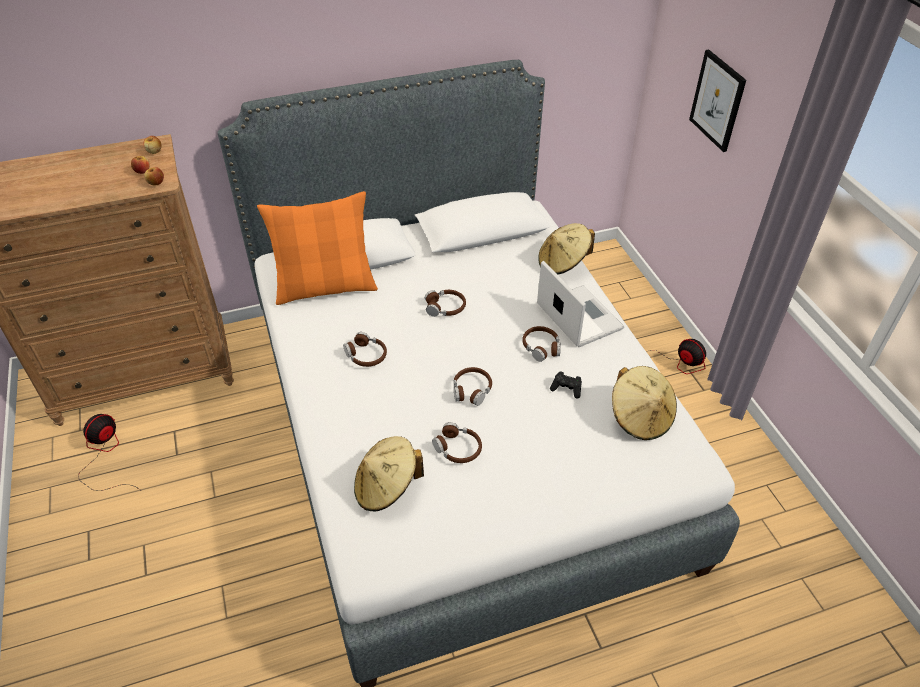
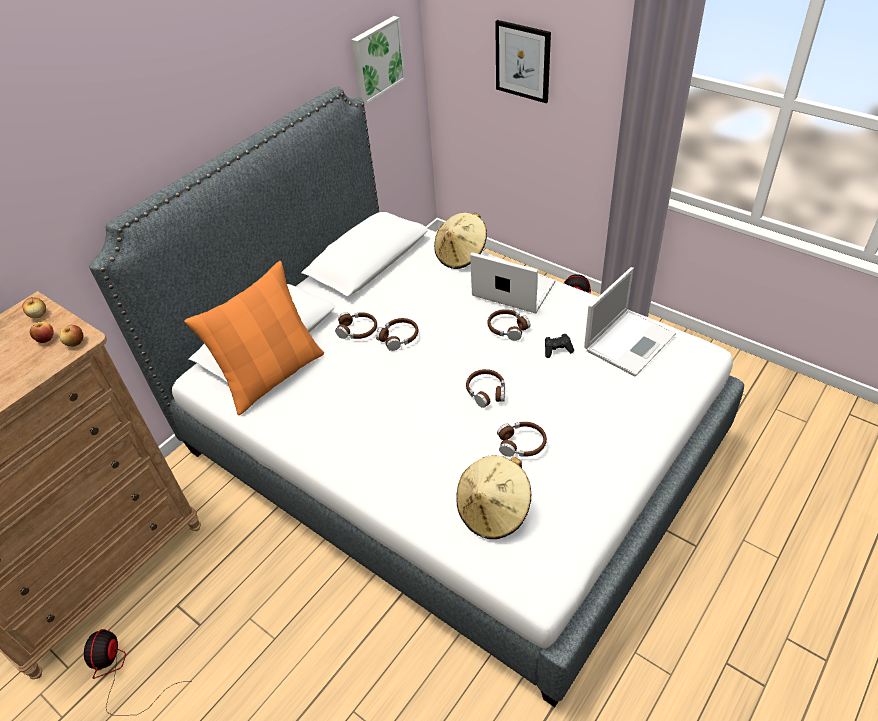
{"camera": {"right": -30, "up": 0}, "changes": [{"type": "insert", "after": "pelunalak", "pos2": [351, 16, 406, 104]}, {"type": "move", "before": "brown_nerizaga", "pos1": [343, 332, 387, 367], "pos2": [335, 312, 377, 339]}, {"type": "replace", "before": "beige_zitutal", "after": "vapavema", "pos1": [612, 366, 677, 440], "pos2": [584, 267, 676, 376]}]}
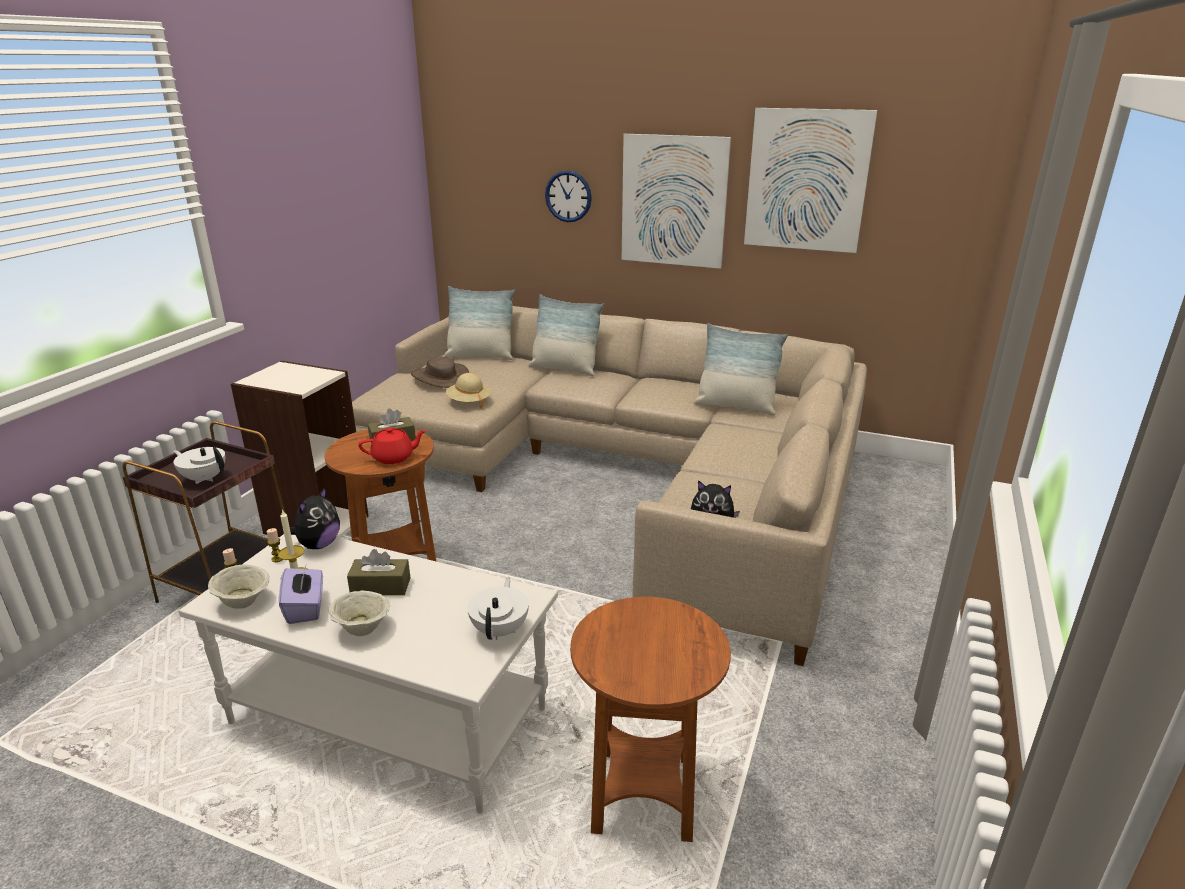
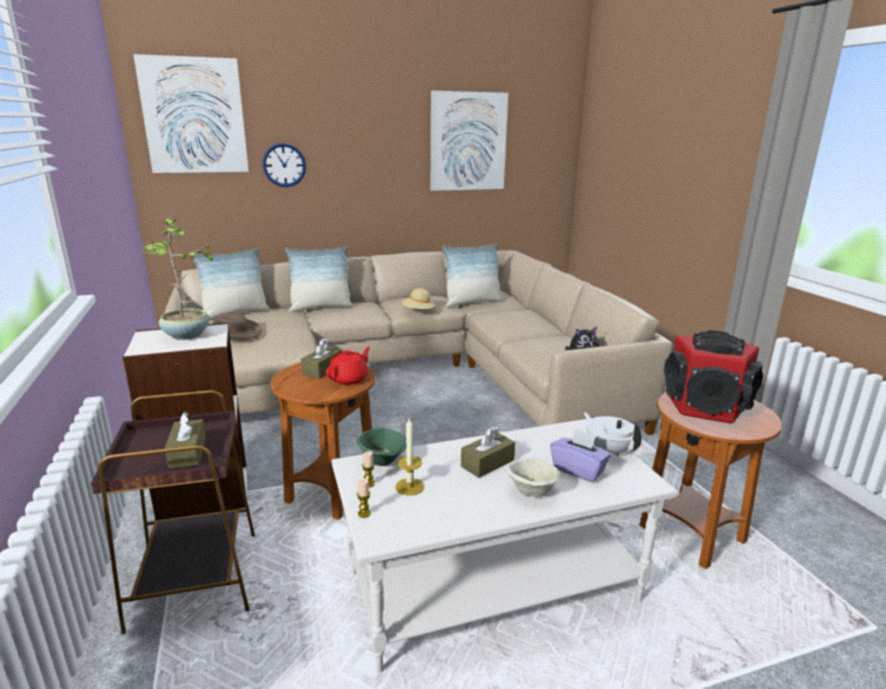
{"camera": {"right": -40, "up": -5}, "changes": [{"type": "delete", "before": "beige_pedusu", "pos1": [208, 564, 270, 609]}, {"type": "insert", "after": "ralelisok", "pos2": [144, 218, 213, 340]}, {"type": "insert", "after": "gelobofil", "pos2": [664, 330, 763, 424]}, {"type": "move", "before": "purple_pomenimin", "pos1": [279, 566, 323, 624], "pos2": [550, 428, 611, 482]}, {"type": "move", "before": "beige_zitutal", "pos1": [446, 373, 491, 409], "pos2": [401, 288, 436, 313]}, {"type": "move", "before": "pelunalak", "pos1": [622, 134, 731, 269], "pos2": [133, 54, 249, 173]}, {"type": "replace", "before": "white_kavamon", "after": "brown_pomenimin", "pos1": [174, 447, 225, 484], "pos2": [165, 412, 206, 468]}, {"type": "replace", "before": "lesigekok", "after": "green_pedusu", "pos1": [290, 486, 340, 549], "pos2": [357, 428, 406, 466]}]}
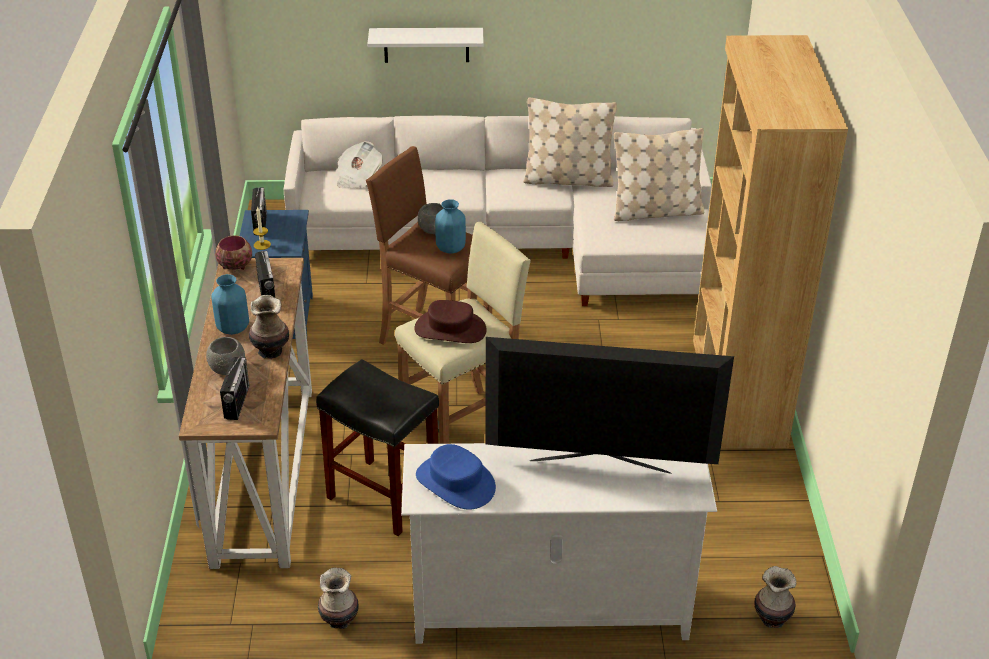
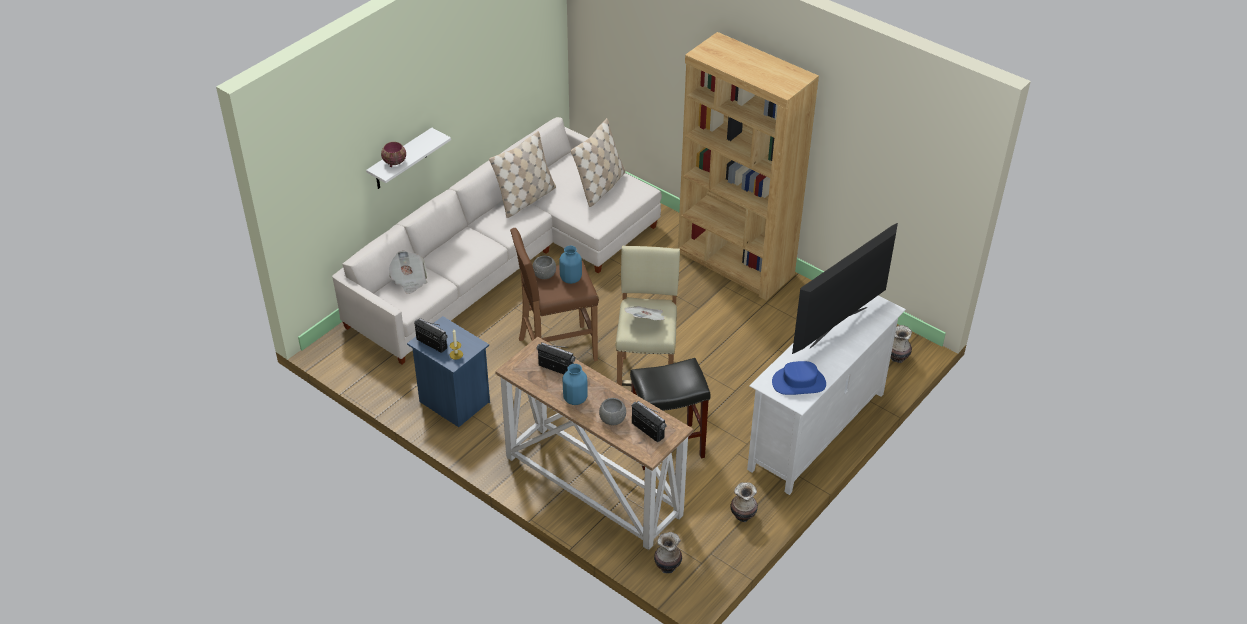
{"camera": {"right": -50, "up": 5}, "changes": [{"type": "move", "before": "pedusu", "pos1": [215, 235, 252, 270], "pos2": [381, 142, 406, 167]}, {"type": "move", "before": "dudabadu", "pos1": [249, 295, 289, 358], "pos2": [654, 532, 682, 573]}, {"type": "replace", "before": "brown_zitutal", "after": "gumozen", "pos1": [414, 300, 487, 343], "pos2": [624, 306, 665, 320]}]}
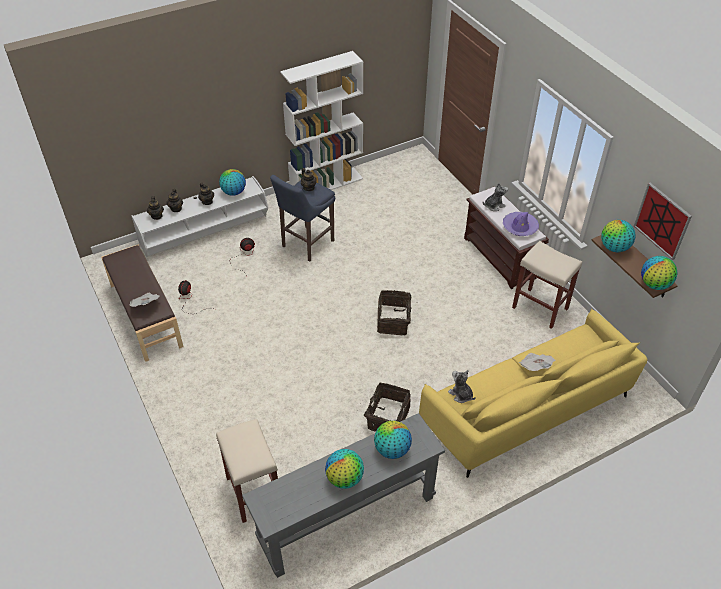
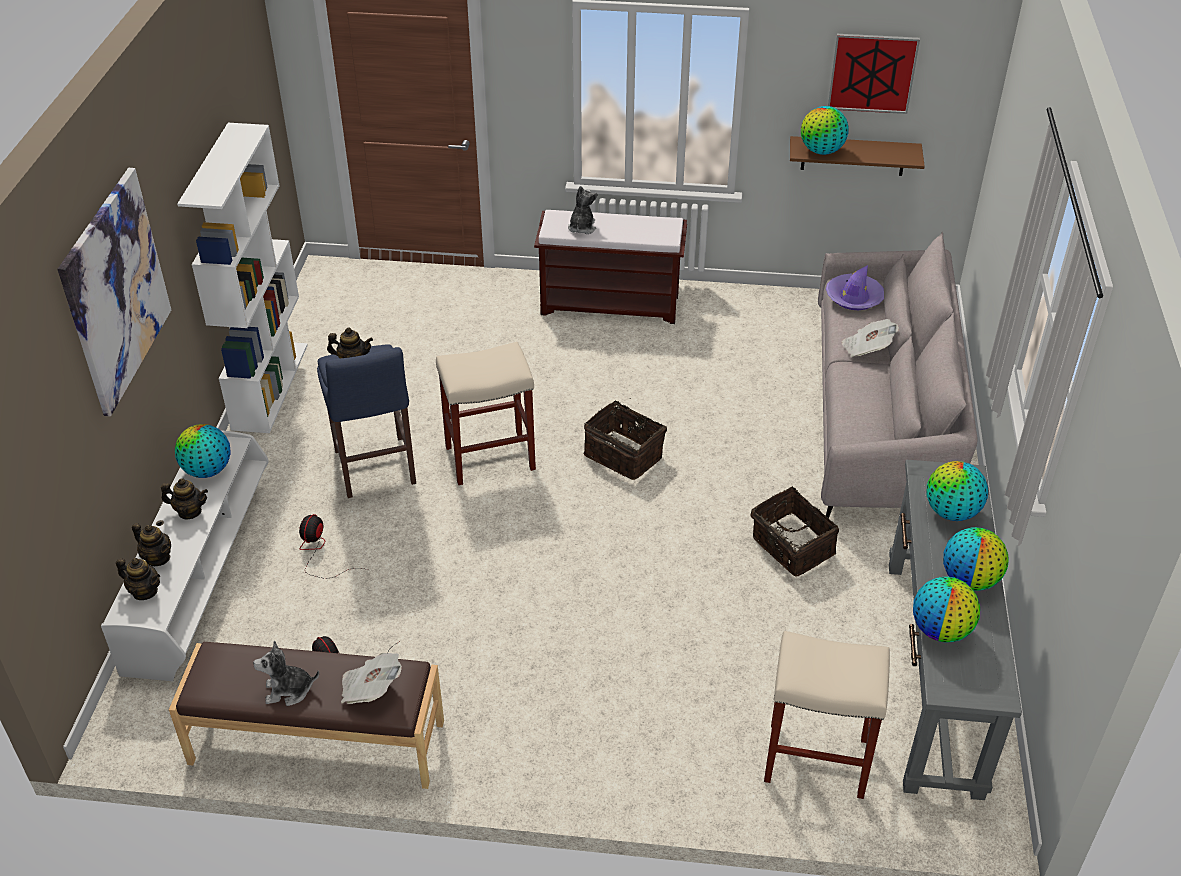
{"camera": {"right": -55, "up": -5}, "changes": [{"type": "insert", "after": "pelunalak", "pos2": [58, 168, 171, 416]}, {"type": "move", "before": "lesigekok", "pos1": [448, 370, 476, 403], "pos2": [253, 641, 319, 706]}, {"type": "move", "before": "purple_zitutal", "pos1": [503, 212, 539, 236], "pos2": [826, 265, 884, 310]}, {"type": "move", "before": "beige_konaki", "pos1": [512, 241, 582, 329], "pos2": [436, 342, 536, 485]}, {"type": "move", "before": "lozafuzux", "pos1": [641, 256, 678, 290], "pos2": [913, 577, 980, 642]}, {"type": "recolor", "before": "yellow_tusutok", "after": "grey_tusutok", "pos1": [419, 309, 647, 478], "pos2": [818, 232, 978, 518]}]}
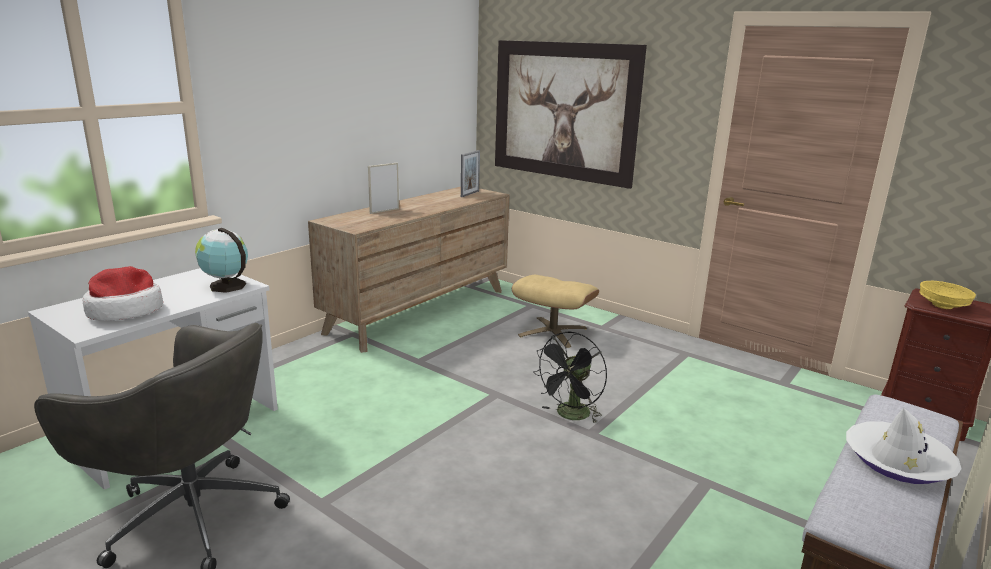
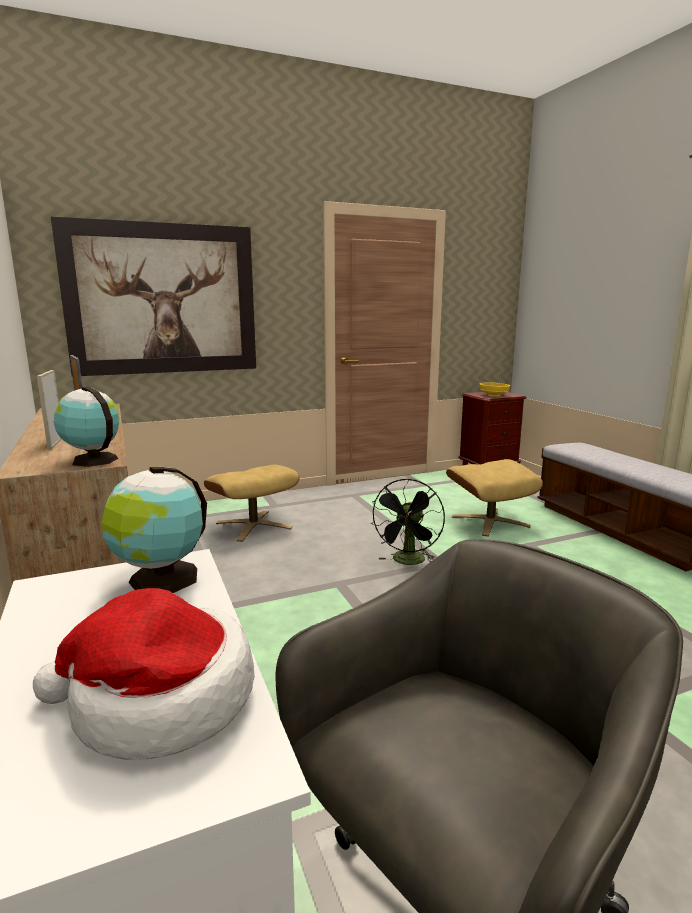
{"camera": {"right": -60, "up": -5}, "changes": [{"type": "delete", "before": "white_zitutal", "pos1": [846, 408, 962, 484]}, {"type": "insert", "after": "lozafuzux", "pos2": [54, 386, 119, 467]}, {"type": "insert", "after": "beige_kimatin", "pos2": [446, 459, 543, 537]}, {"type": "rotate", "before": "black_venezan", "pos1": [533, 332, 607, 423], "pos2": [370, 479, 445, 565], "turn": 45}]}
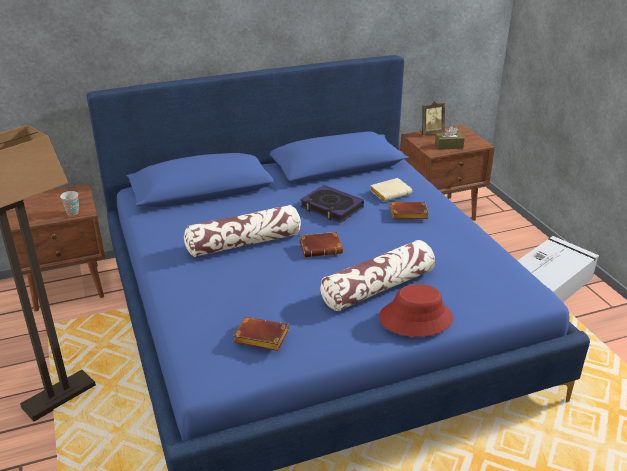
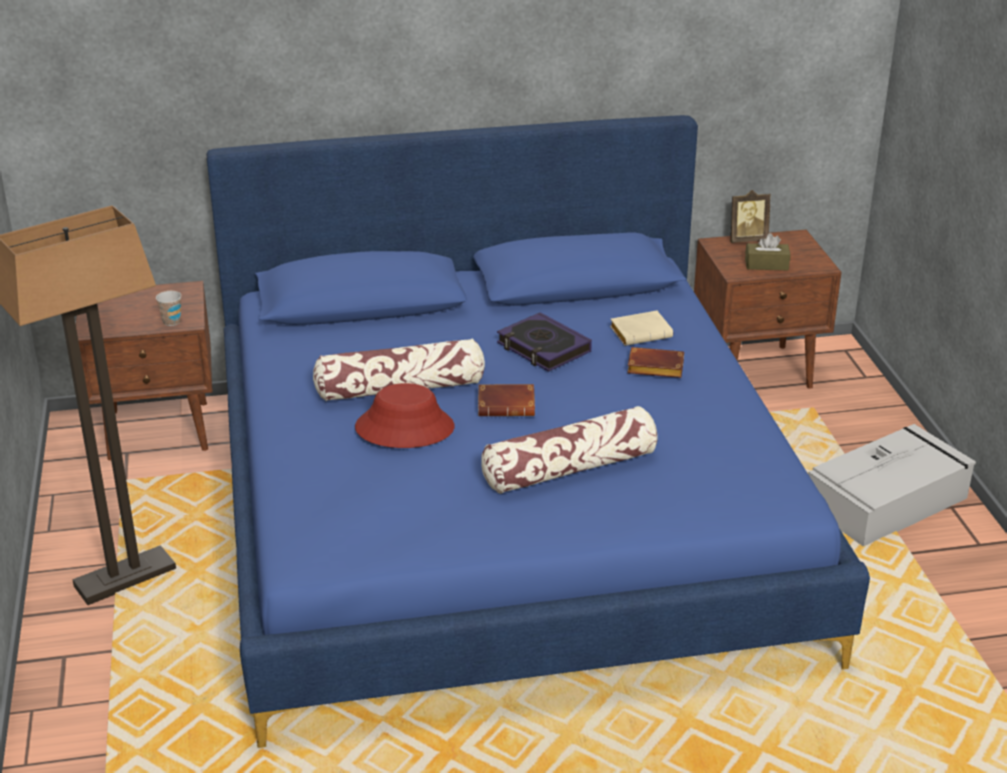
{"camera": {"right": 10, "up": 0}, "changes": [{"type": "delete", "before": "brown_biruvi", "pos1": [234, 317, 289, 351]}, {"type": "move", "before": "red_zitutal", "pos1": [379, 284, 453, 337], "pos2": [355, 383, 454, 448]}]}
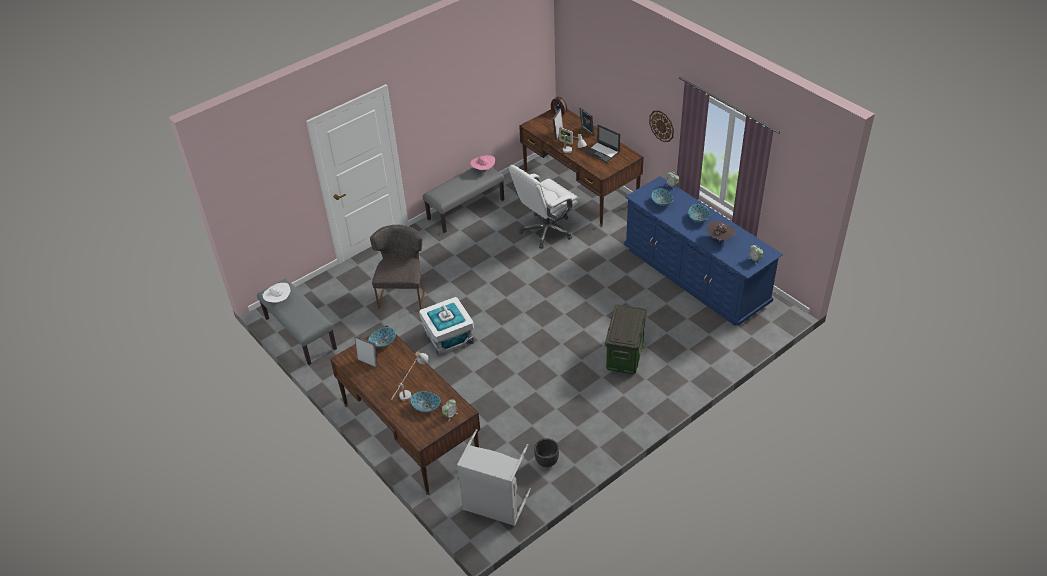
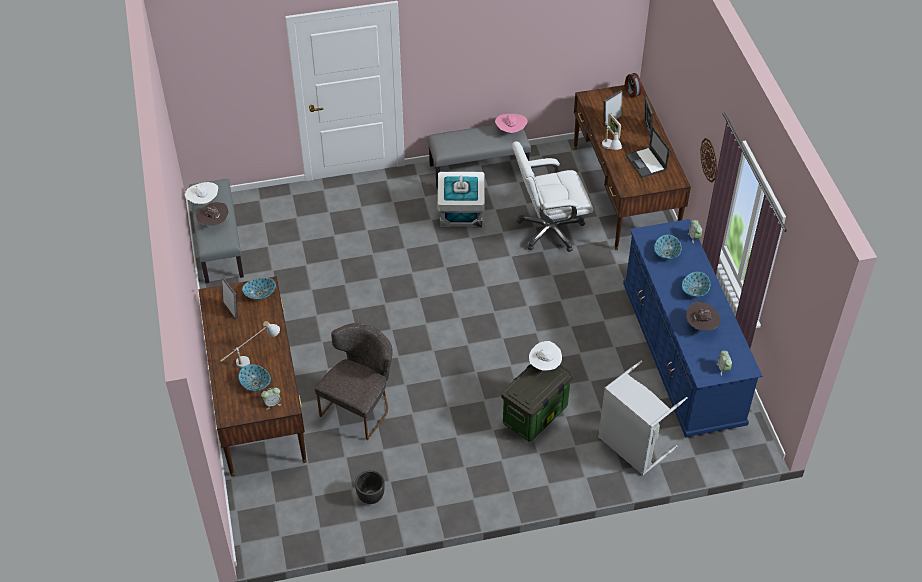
{"camera": {"right": 25, "up": 5}, "changes": [{"type": "insert", "after": "brown_zitutal", "pos2": [196, 202, 229, 226]}, {"type": "insert", "after": "white_zitutal", "pos2": [529, 341, 562, 371]}, {"type": "move", "before": "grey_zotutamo", "pos1": [370, 224, 425, 309], "pos2": [314, 323, 393, 440]}, {"type": "move", "before": "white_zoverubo", "pos1": [419, 297, 474, 356], "pos2": [437, 172, 485, 227]}, {"type": "move", "before": "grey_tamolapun", "pos1": [457, 429, 531, 526], "pos2": [598, 361, 688, 475]}]}
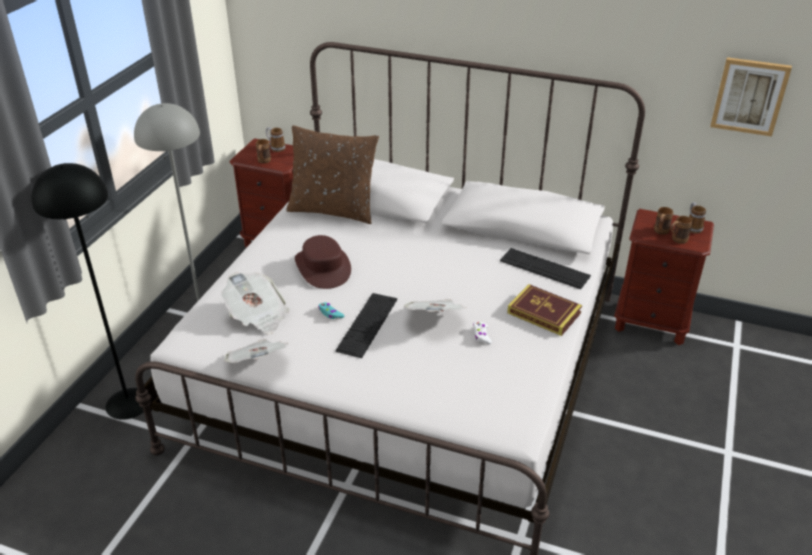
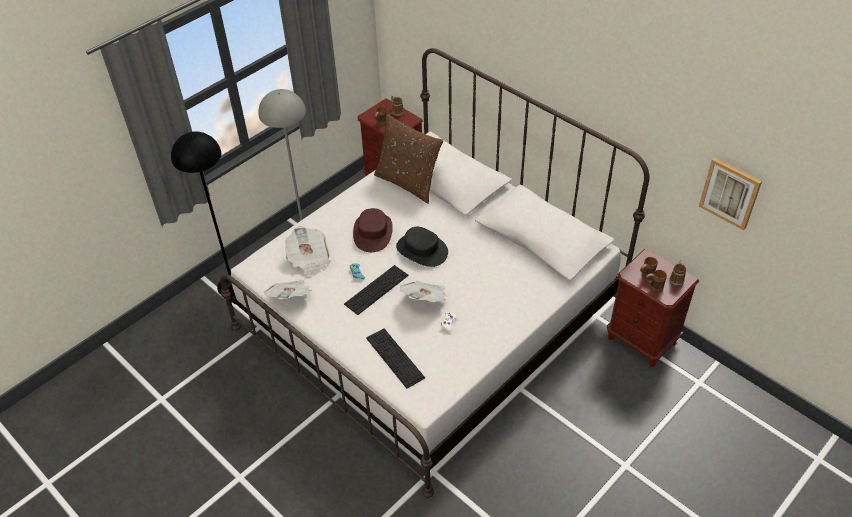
{"camera": {"right": 25, "up": 10}, "changes": [{"type": "delete", "before": "biruvi", "pos1": [507, 284, 582, 336]}, {"type": "insert", "after": "black_zitutal", "pos2": [396, 227, 448, 267]}, {"type": "move", "before": "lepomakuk", "pos1": [500, 248, 591, 289], "pos2": [366, 329, 425, 389]}]}
